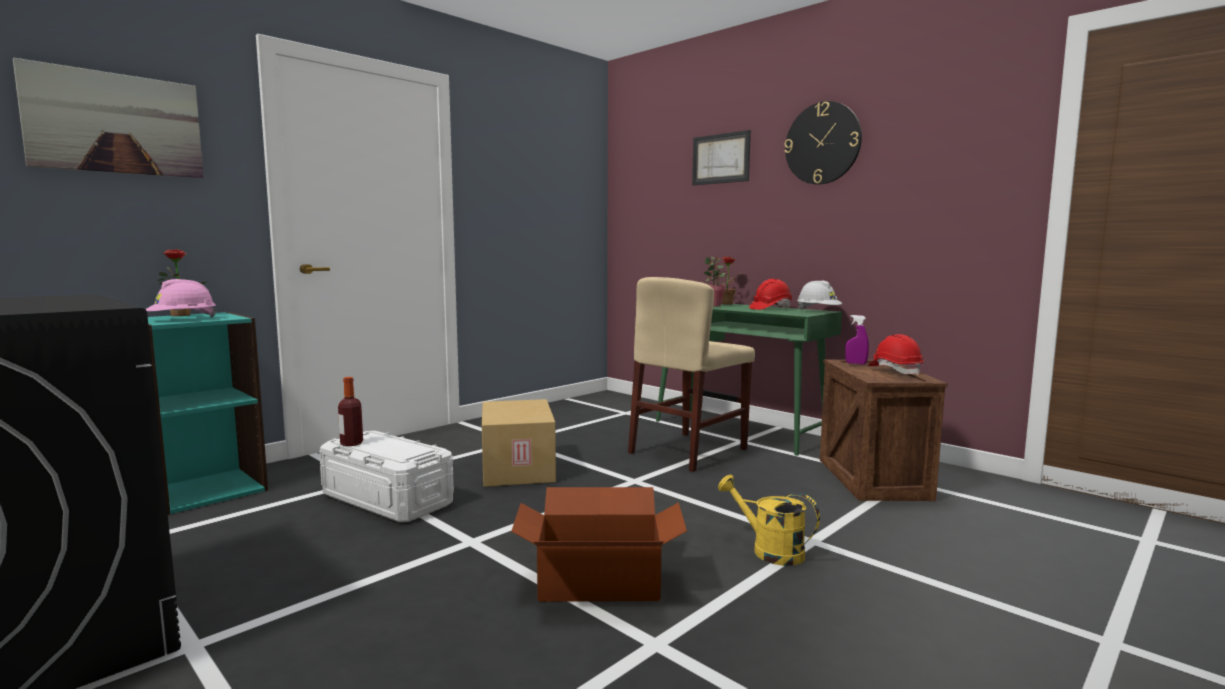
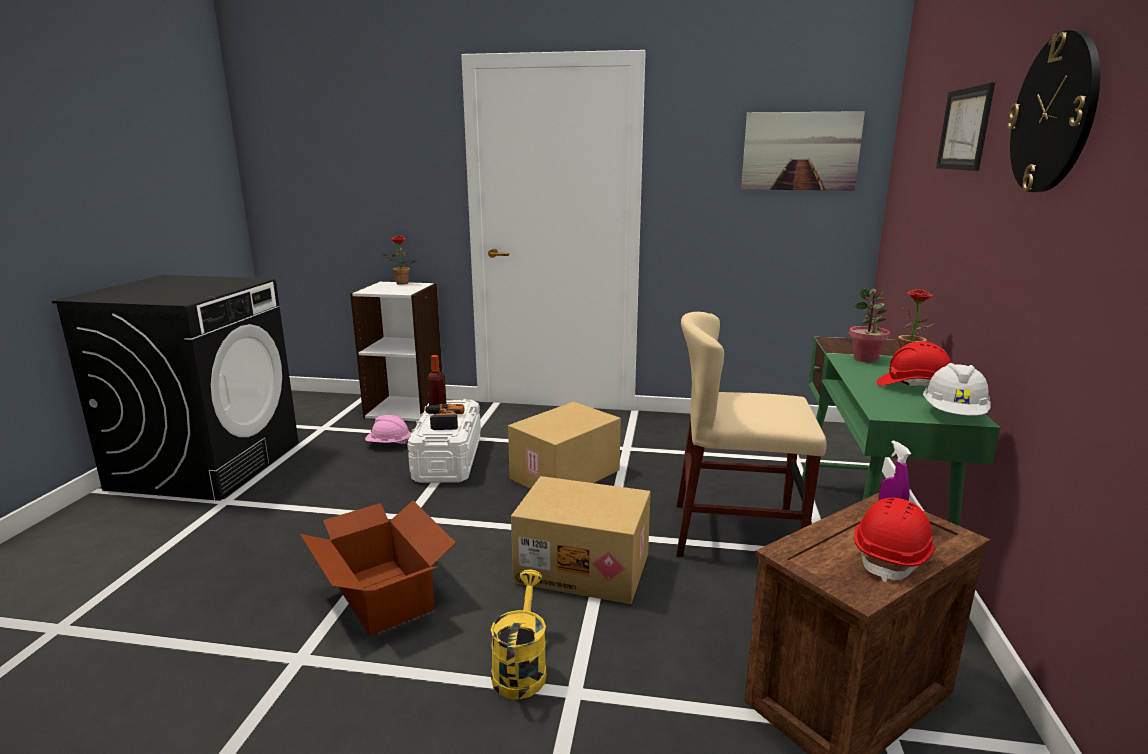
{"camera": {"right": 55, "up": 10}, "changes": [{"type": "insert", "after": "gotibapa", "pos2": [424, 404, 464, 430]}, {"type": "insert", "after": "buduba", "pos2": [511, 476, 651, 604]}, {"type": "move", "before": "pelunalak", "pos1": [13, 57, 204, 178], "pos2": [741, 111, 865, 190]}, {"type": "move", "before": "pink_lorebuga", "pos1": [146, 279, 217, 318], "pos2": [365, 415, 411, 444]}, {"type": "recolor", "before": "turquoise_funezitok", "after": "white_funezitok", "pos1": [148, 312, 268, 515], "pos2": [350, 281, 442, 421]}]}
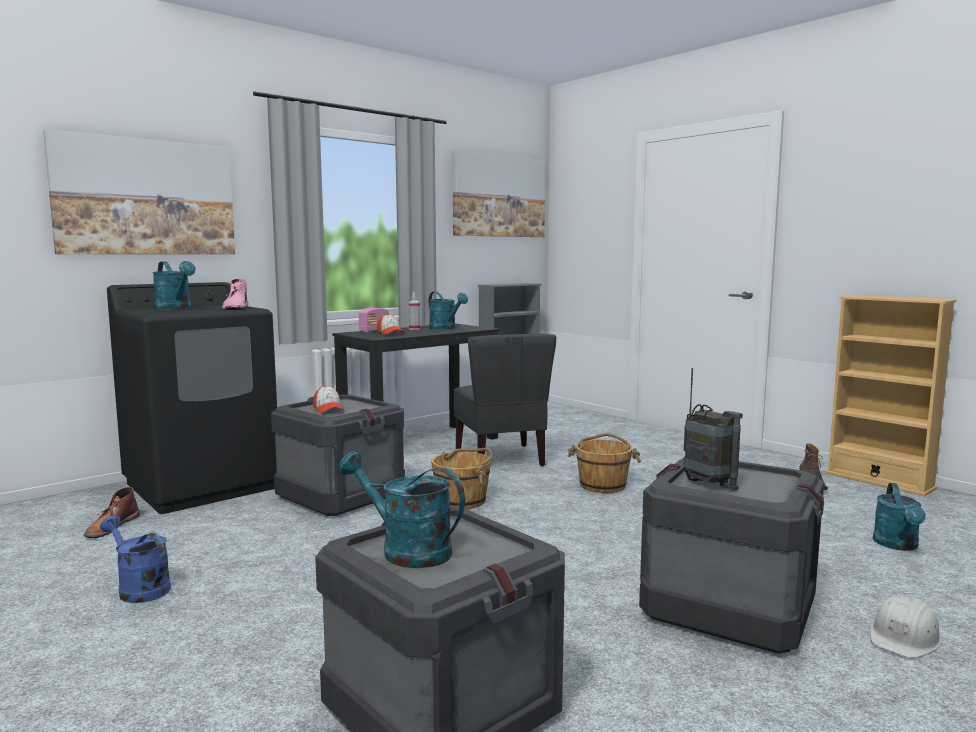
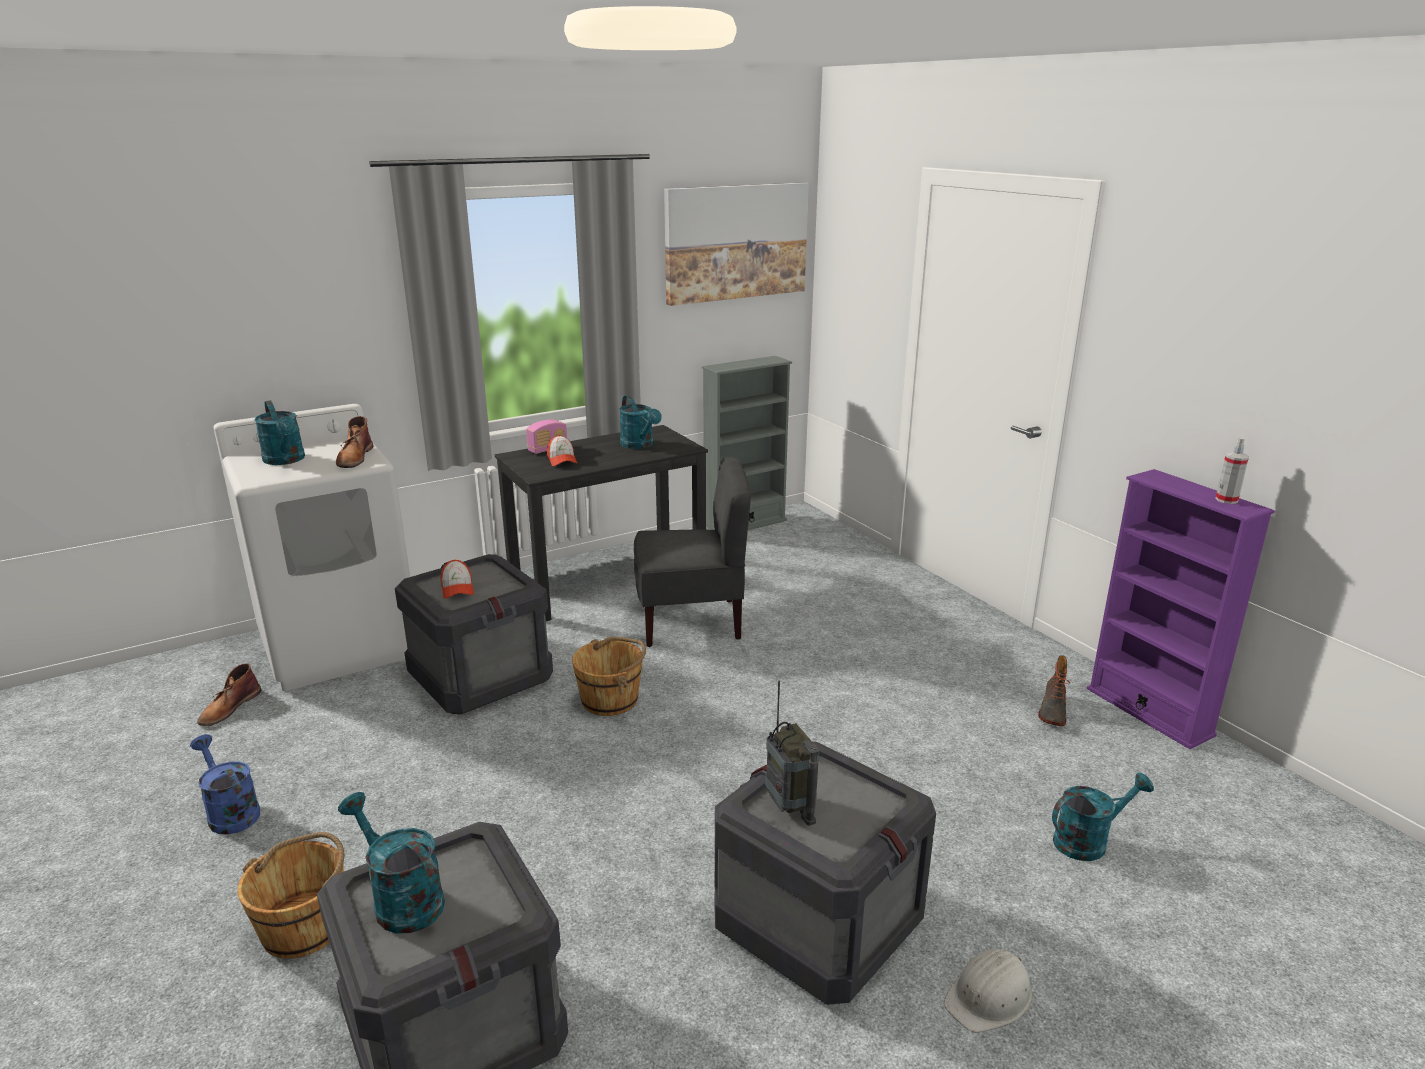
{"camera": {"right": 10, "up": 15}, "changes": [{"type": "delete", "before": "pelunalak", "pos1": [43, 129, 235, 254]}, {"type": "move", "before": "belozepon", "pos1": [409, 292, 420, 330], "pos2": [1215, 437, 1249, 504]}, {"type": "move", "before": "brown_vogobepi", "pos1": [568, 433, 641, 493], "pos2": [237, 832, 344, 959]}, {"type": "recolor", "before": "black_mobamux", "after": "white_mobamux", "pos1": [107, 282, 277, 514], "pos2": [213, 404, 410, 691]}, {"type": "recolor", "before": "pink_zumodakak", "after": "brown_zumodakak", "pos1": [222, 279, 248, 310], "pos2": [336, 416, 373, 468]}, {"type": "recolor", "before": "beige_funezitok", "after": "purple_funezitok", "pos1": [825, 295, 956, 496], "pos2": [1087, 469, 1275, 749]}, {"type": "rotate", "before": "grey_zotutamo", "pos1": [453, 334, 557, 466], "pos2": [634, 457, 751, 647], "turn": -90}, {"type": "rotate", "before": "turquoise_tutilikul", "pos1": [873, 483, 926, 551], "pos2": [1052, 772, 1154, 861], "turn": -135}]}
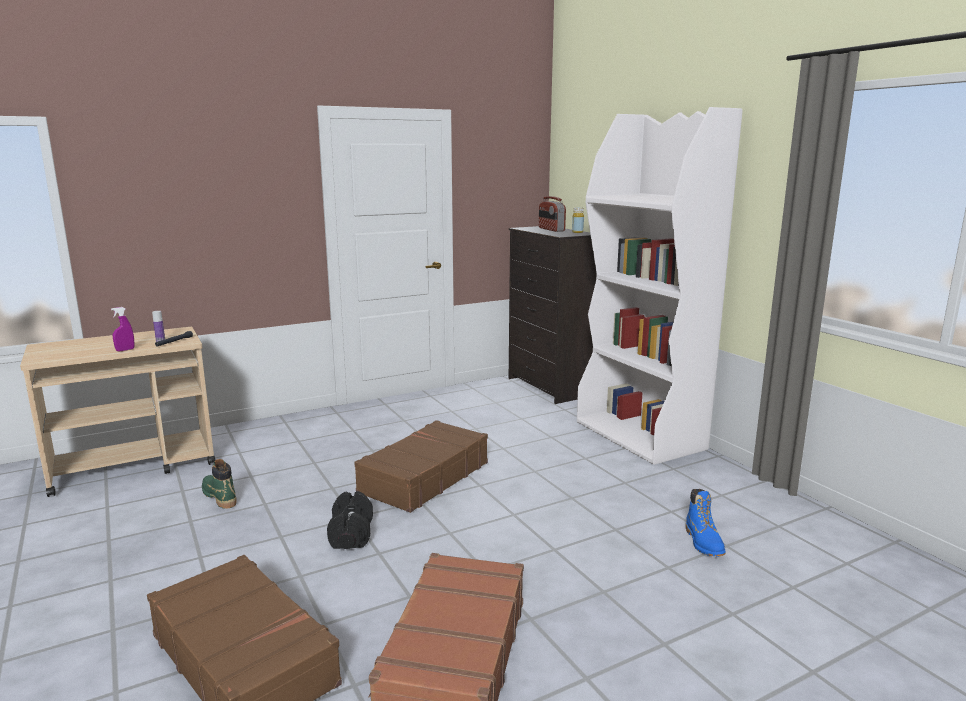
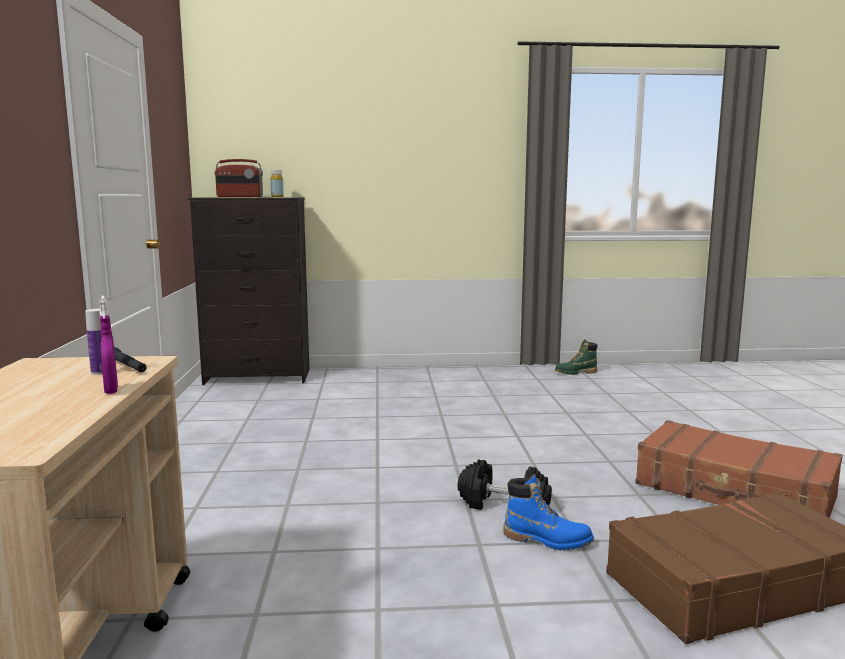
{"camera": {"right": -65, "up": -5}, "changes": [{"type": "delete", "before": "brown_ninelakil", "pos1": [354, 420, 488, 513]}, {"type": "delete", "before": "white_funezitok", "pos1": [577, 107, 743, 465]}, {"type": "move", "before": "green_zumodakak", "pos1": [202, 459, 236, 509], "pos2": [555, 339, 597, 375]}, {"type": "move", "before": "blue_zumodakak", "pos1": [686, 489, 726, 557], "pos2": [503, 474, 594, 550]}]}
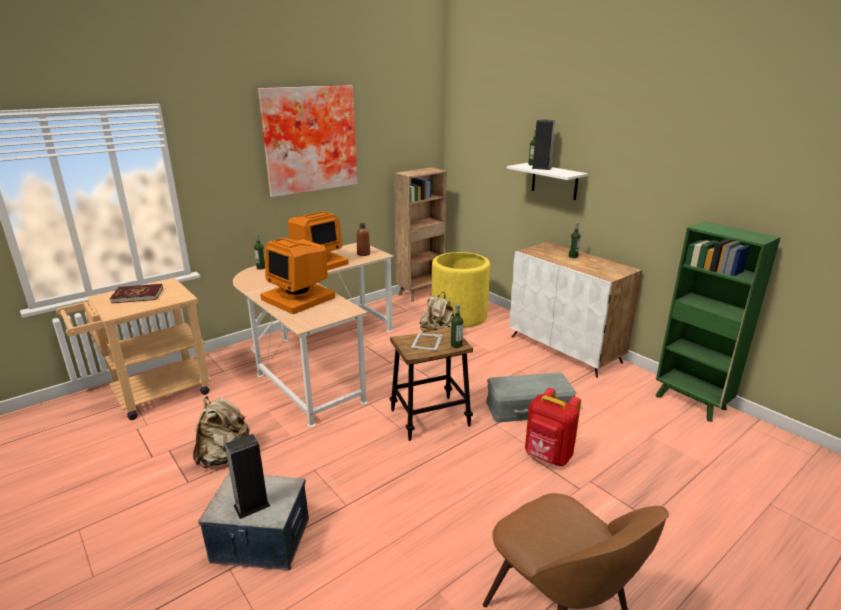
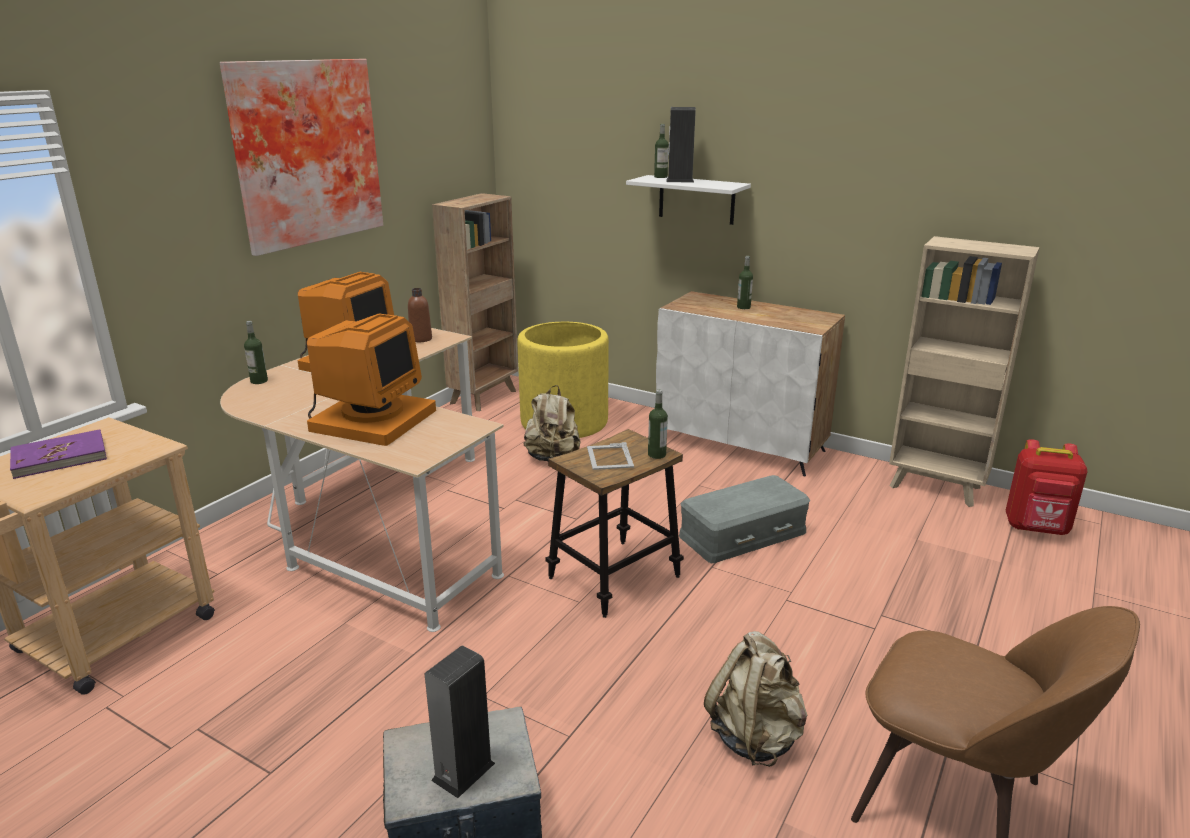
{"camera": {"right": -20, "up": 0}, "changes": [{"type": "move", "before": "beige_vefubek", "pos1": [193, 396, 250, 468], "pos2": [704, 631, 807, 767]}, {"type": "move", "before": "red_vefubek", "pos1": [525, 388, 581, 466], "pos2": [1006, 439, 1088, 535]}, {"type": "recolor", "before": "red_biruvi", "after": "purple_biruvi", "pos1": [110, 284, 163, 303], "pos2": [10, 430, 107, 479]}, {"type": "recolor", "before": "green_funezitok", "after": "beige_funezitok", "pos1": [655, 221, 781, 422], "pos2": [889, 236, 1040, 507]}, {"type": "rotate", "before": "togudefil", "pos1": [260, 238, 335, 314], "pos2": [307, 313, 436, 446], "turn": -90}]}
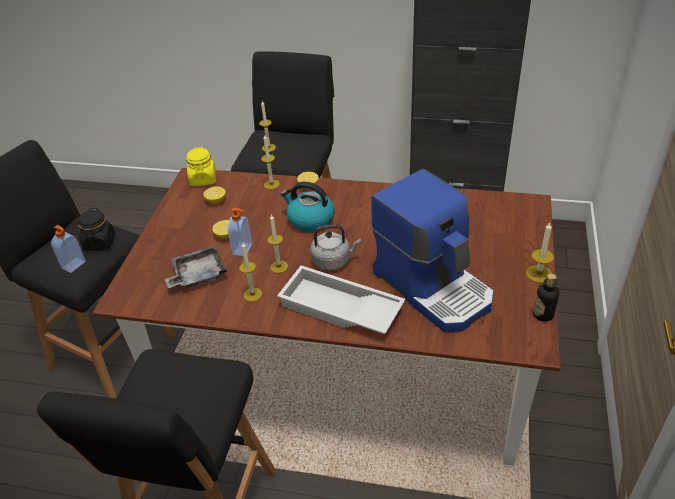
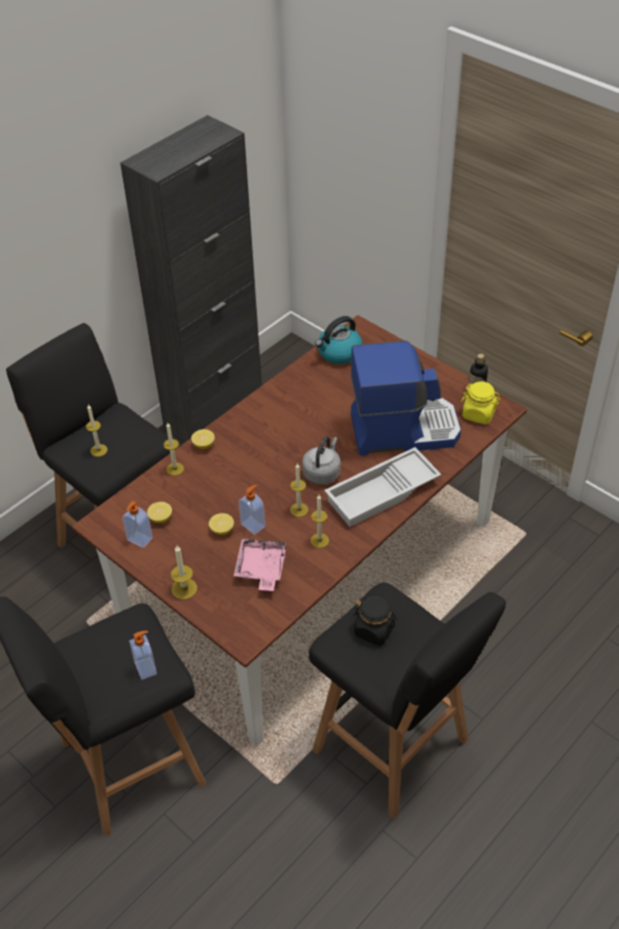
{"camera": {"right": -60, "up": 5}, "changes": [{"type": "insert", "after": "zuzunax", "pos2": [122, 501, 153, 548]}, {"type": "move", "before": "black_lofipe", "pos1": [78, 208, 115, 251], "pos2": [353, 596, 397, 646]}, {"type": "move", "before": "yellow_lofipe", "pos1": [186, 147, 216, 186], "pos2": [461, 381, 501, 424]}, {"type": "move", "before": "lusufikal", "pos1": [281, 181, 334, 232], "pos2": [315, 316, 362, 364]}, {"type": "move", "before": "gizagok", "pos1": [526, 223, 554, 283], "pos2": [171, 545, 197, 600]}, {"type": "recolor", "before": "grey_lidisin", "after": "pink_lidisin", "pos1": [165, 246, 227, 289], "pos2": [234, 539, 287, 591]}]}
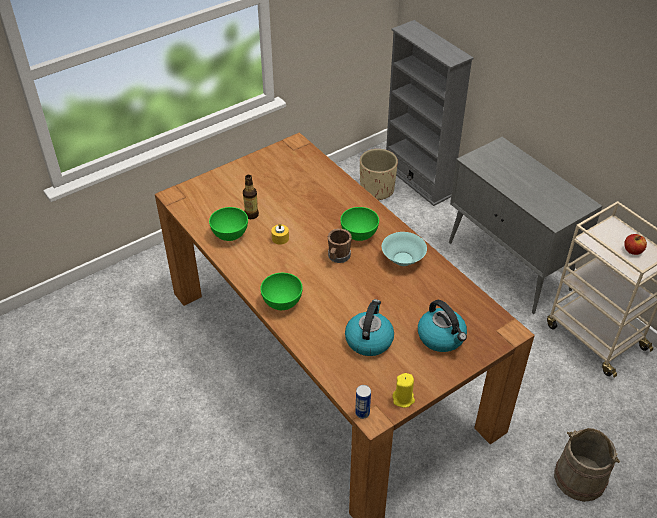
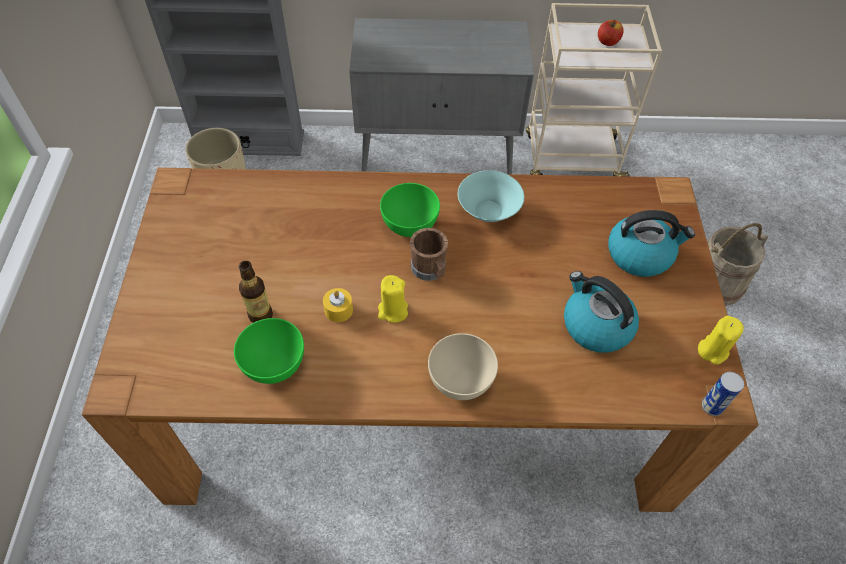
{"camera": {"right": -55, "up": 10}, "changes": [{"type": "insert", "after": "yellow_gizagok", "pos2": [378, 275, 408, 323]}, {"type": "recolor", "before": "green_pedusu", "after": "beige_pedusu", "pos1": [260, 273, 303, 310], "pos2": [428, 333, 498, 400]}]}
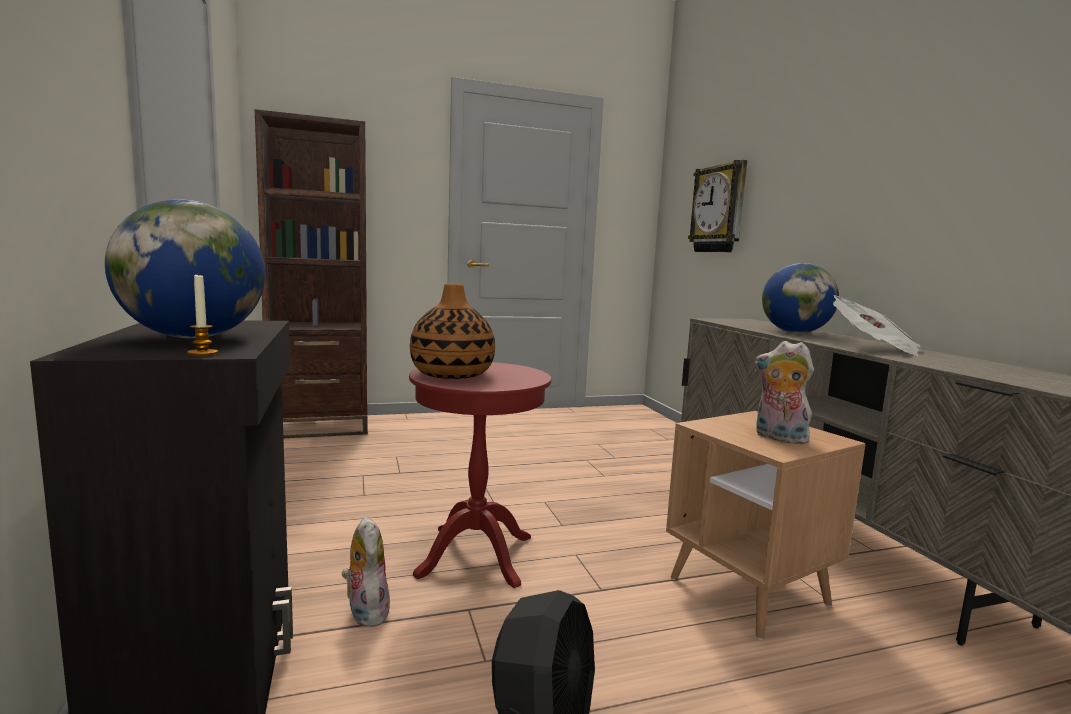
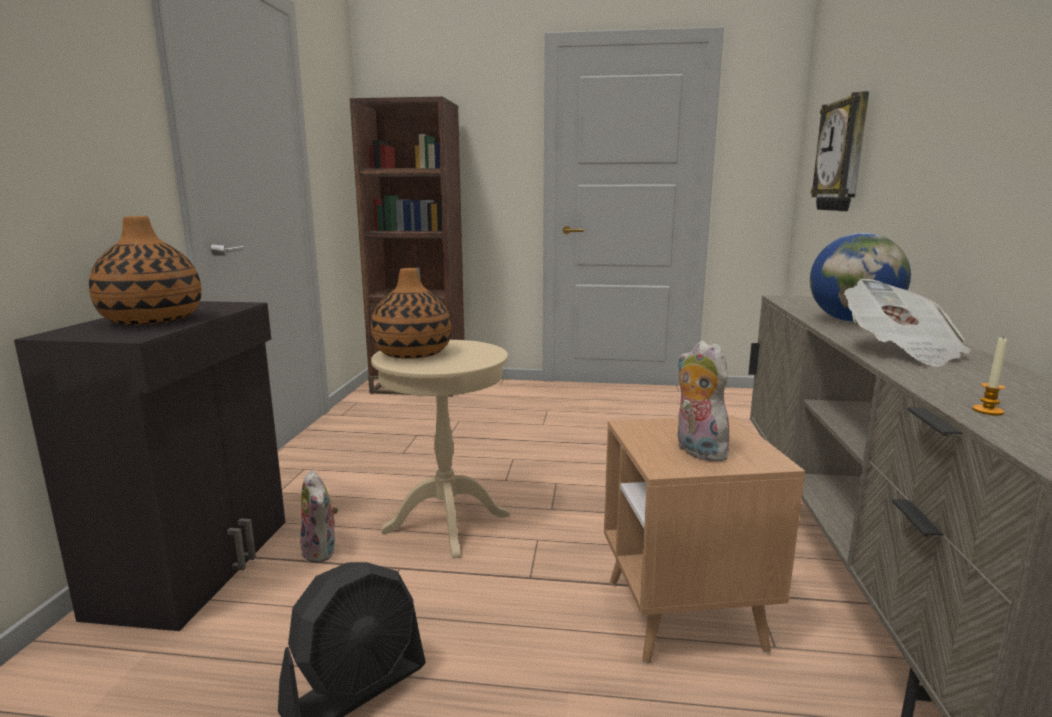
{"camera": {"right": 25, "up": 5}, "changes": [{"type": "move", "before": "gizagok", "pos1": [187, 272, 218, 356], "pos2": [972, 336, 1007, 416]}, {"type": "replace", "before": "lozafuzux", "after": "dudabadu", "pos1": [105, 199, 265, 338], "pos2": [89, 216, 202, 325]}, {"type": "recolor", "before": "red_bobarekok", "after": "beige_bobarekok", "pos1": [409, 362, 552, 588], "pos2": [371, 340, 510, 559]}, {"type": "rotate", "before": "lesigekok", "pos1": [342, 516, 390, 627], "pos2": [300, 470, 338, 563], "turn": 150}]}
